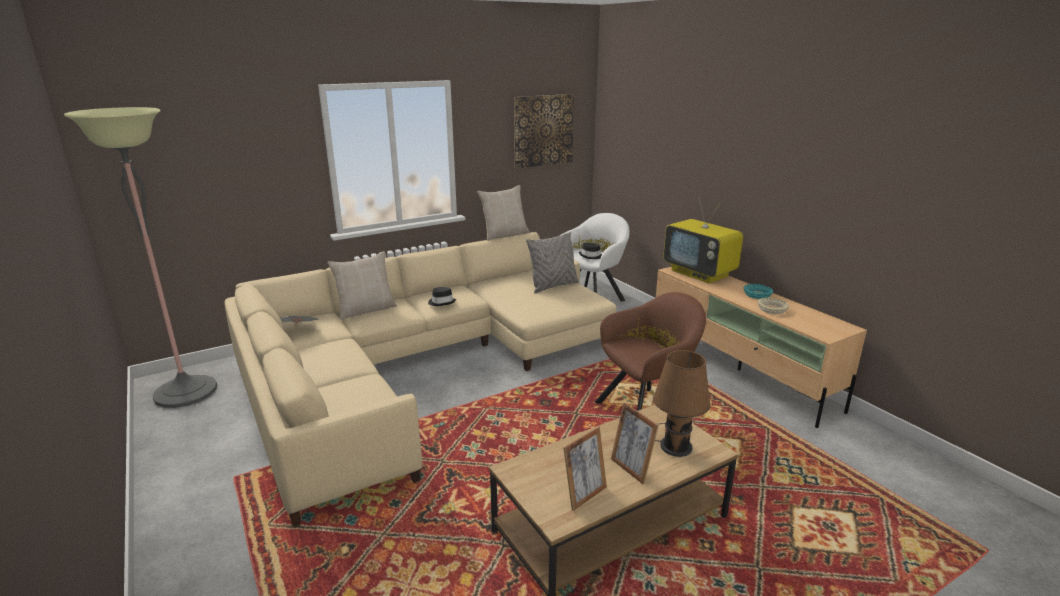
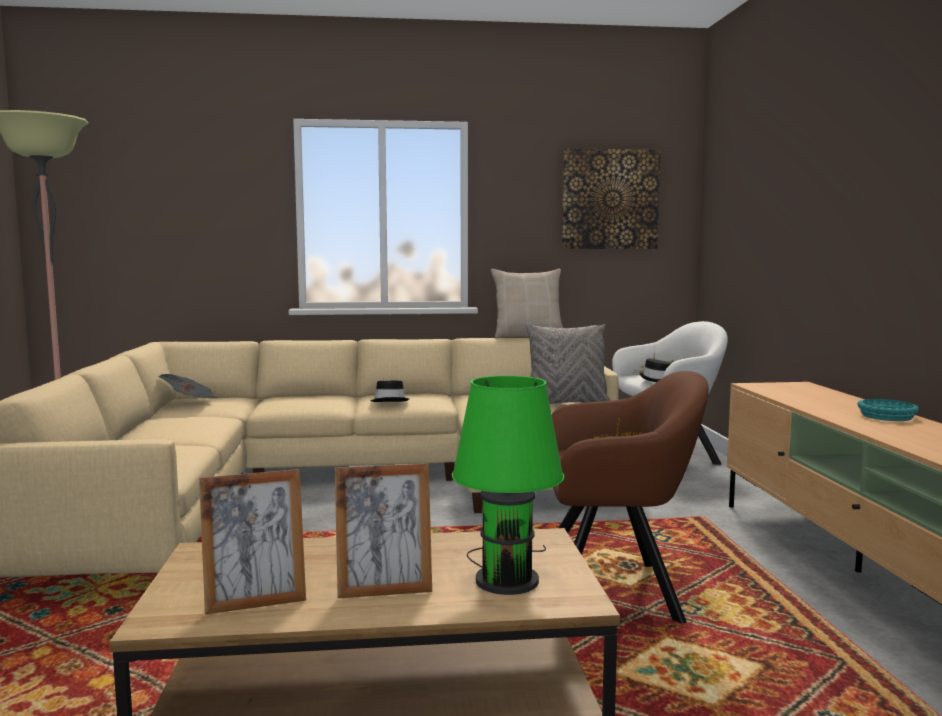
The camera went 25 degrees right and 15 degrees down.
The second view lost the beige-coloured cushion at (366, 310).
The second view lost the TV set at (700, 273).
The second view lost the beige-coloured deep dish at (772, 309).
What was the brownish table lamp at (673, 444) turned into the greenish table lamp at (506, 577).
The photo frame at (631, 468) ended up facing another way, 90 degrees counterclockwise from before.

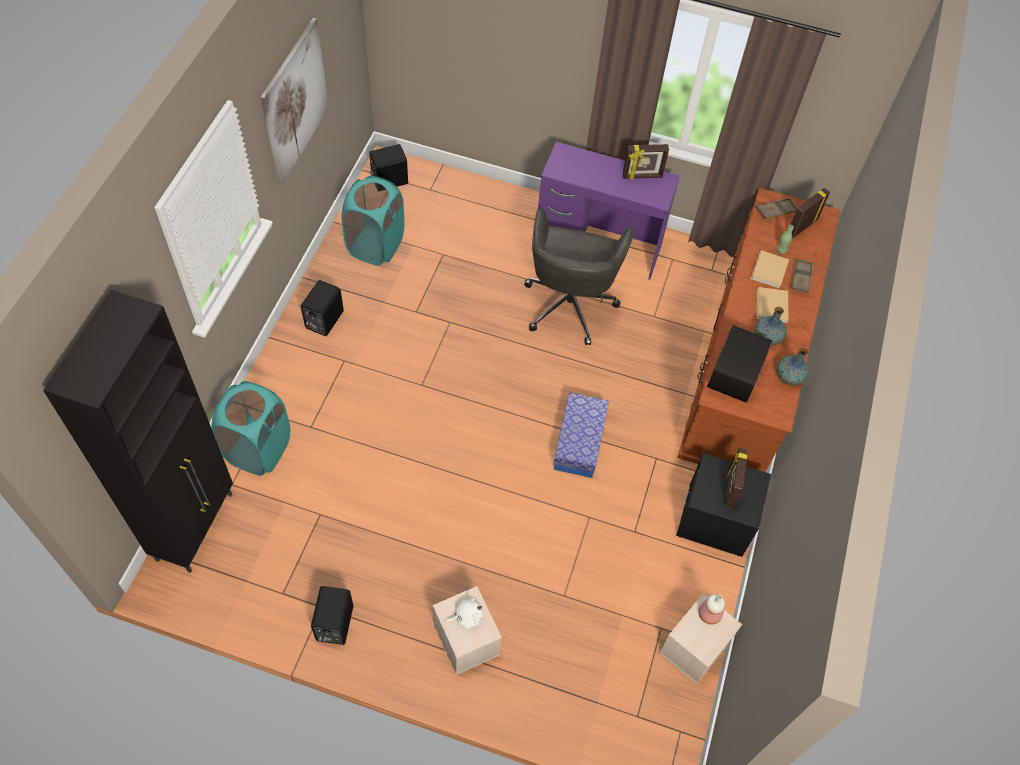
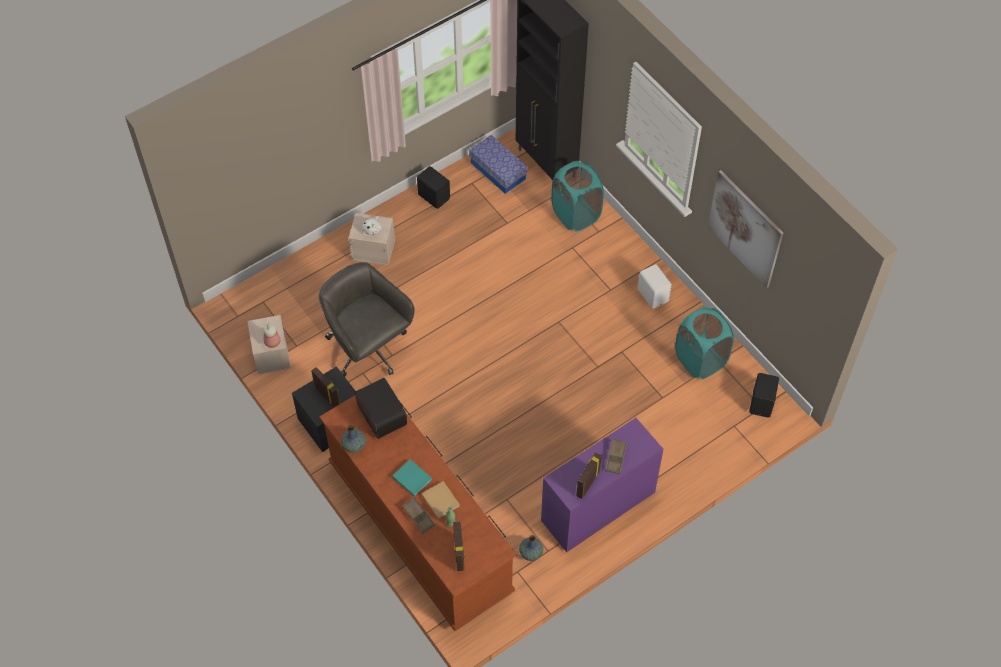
The camera went 130 degrees right and 0 degrees up.
The greyish computer chair ended up elsewhere, having gone from (570, 303) to (368, 349).
The storage box ended up elsewhere, having gone from (579, 442) to (498, 171).
The flower vase ended up elsewhere, having gone from (767, 338) to (530, 553).
The brownish serving tray ended up elsewhere, having gone from (776, 210) to (615, 458).
What was the blackish audio speaker at (323, 320) turned into the white-coloured audio speaker at (653, 295).
What was the beige-coloured volume at (771, 307) turned into the turquoise-coloured volume at (411, 477).

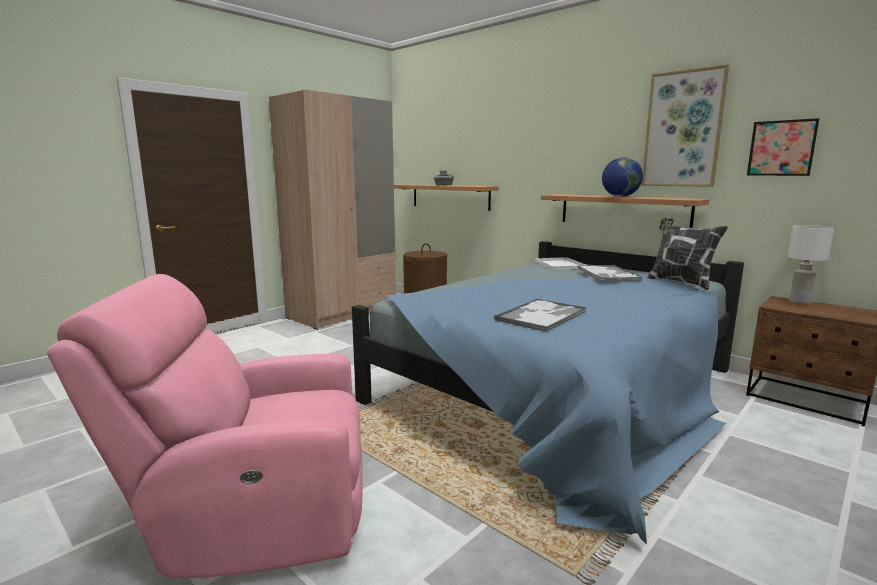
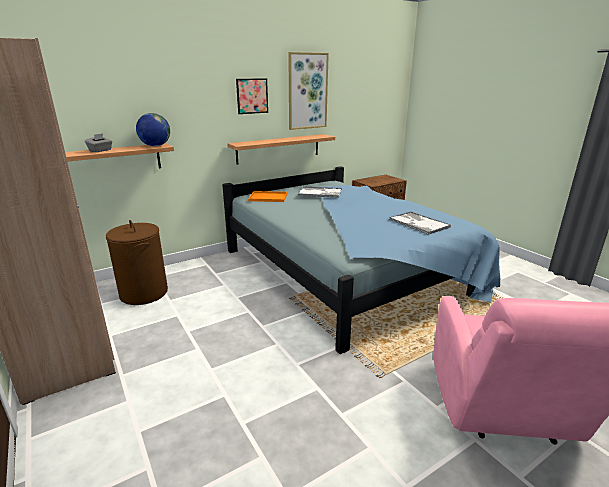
The camera went 75 degrees left and 10 degrees up.
The second view lost the cushion at (680, 283).
The second view lost the white-coloured table lamp at (800, 302).
The globe ended up elsewhere, having gone from (620, 196) to (155, 146).
The picture ended up elsewhere, having gone from (781, 148) to (252, 96).
What was the white-coloured serving tray at (558, 265) turned into the orange-coloured serving tray at (267, 197).

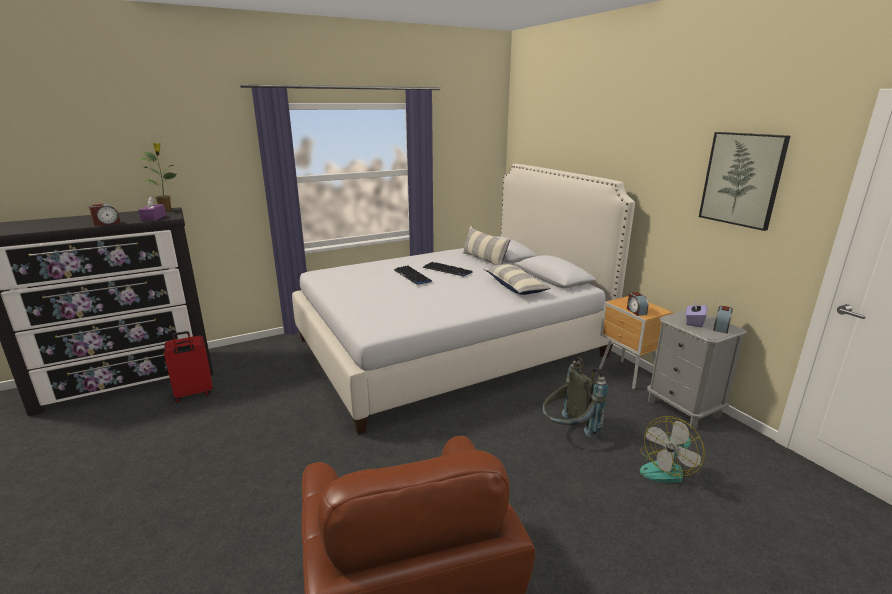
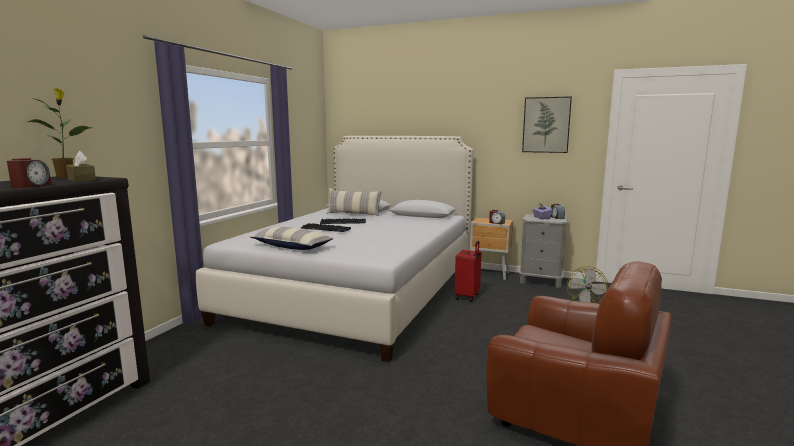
The camera went 40 degrees left and 10 degrees down.
The second view lost the greyish backpack at (568, 432).
The red-coloured piece of luggage ended up elsewhere, having gone from (194, 394) to (468, 296).
The cushion ended up elsewhere, having gone from (515, 286) to (292, 246).
What was the purplish box of tissues at (153, 218) turned into the brownish box of tissues at (81, 180).

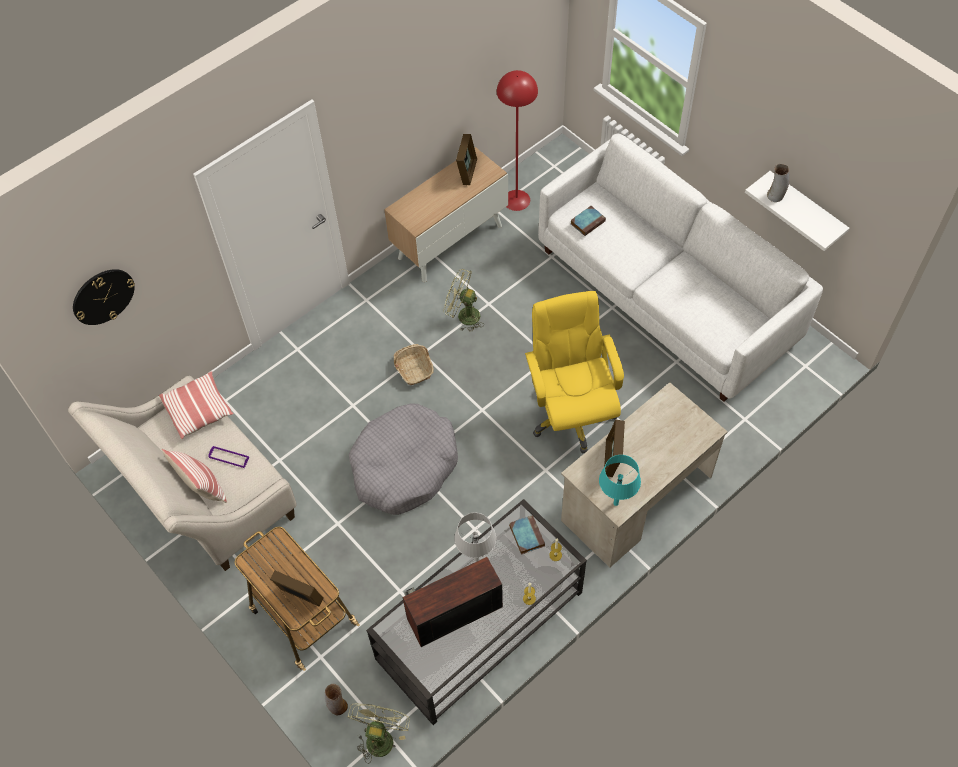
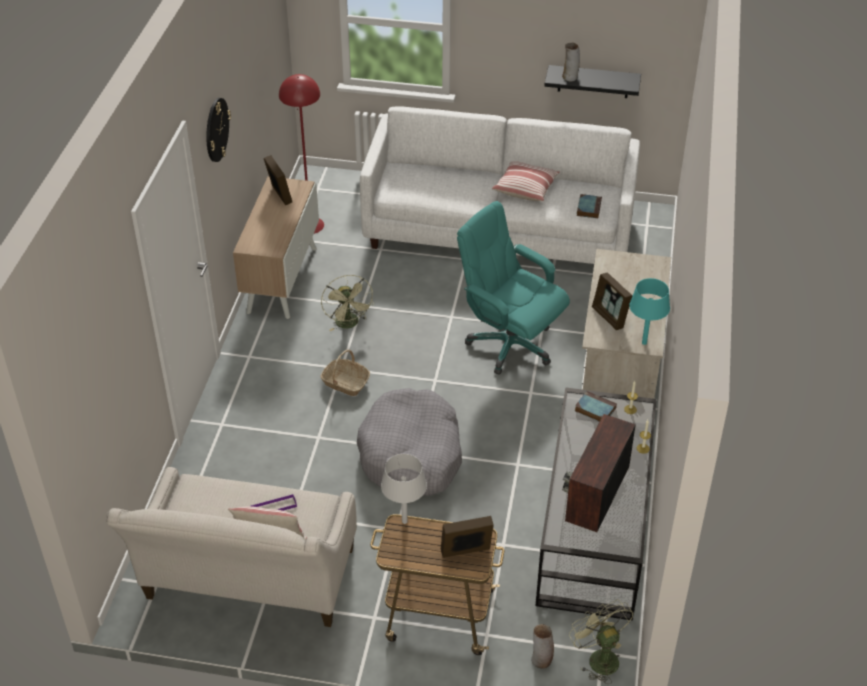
The camera went 40 degrees left and 15 degrees down.
The clock on the wall ended up elsewhere, having gone from (103, 296) to (216, 129).
The cushion ended up elsewhere, having gone from (199, 410) to (525, 188).
The greyish table lamp ended up elsewhere, having gone from (476, 559) to (404, 521).
The volume ended up elsewhere, having gone from (588, 222) to (588, 208).
What was the yellow computer chair at (571, 413) turned into the turquoise-coloured computer chair at (509, 344).
What was the white-coloured shelf at (805, 209) turned into the blackish shelf at (593, 81).
The greenish fan at (463, 316) ended up facing another way, 90 degrees counterclockwise from before.

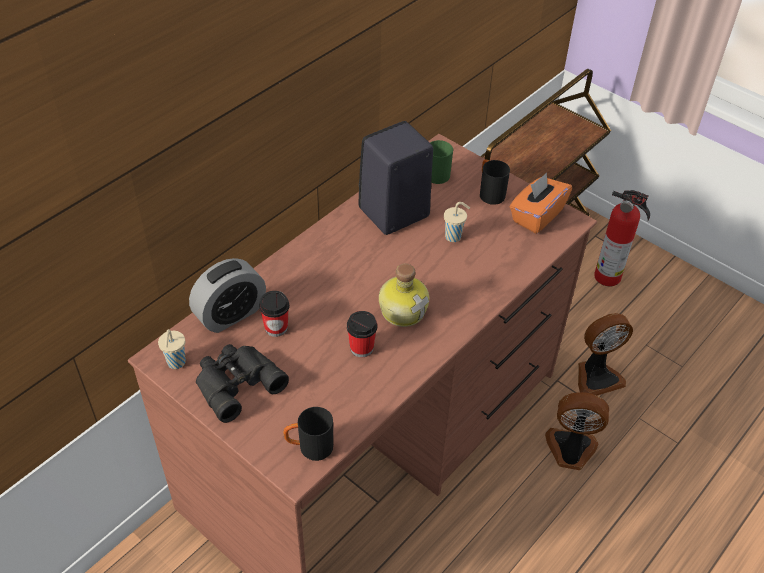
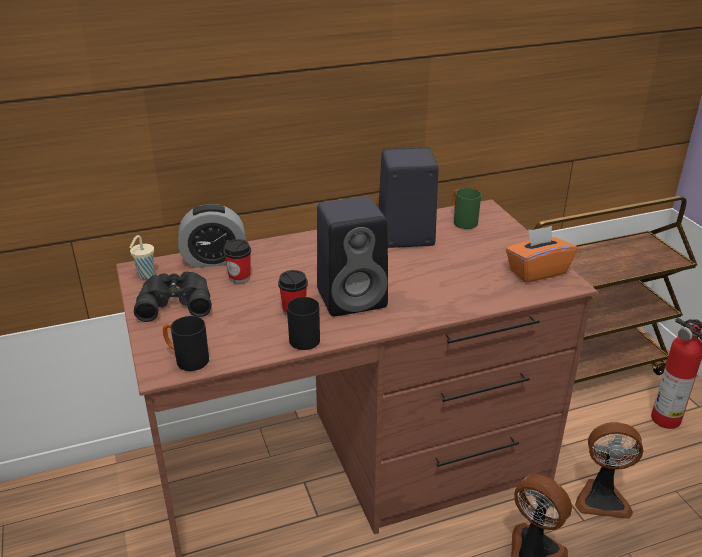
The camera went 30 degrees right and 15 degrees down.
The second view lost the beige-coloured cup at (454, 237).
The blackish tea mug ended up elsewhere, having gone from (489, 193) to (305, 337).
Where the beverage bottle stood at (403, 309), the blackish audio speaker came to stand at (353, 297).

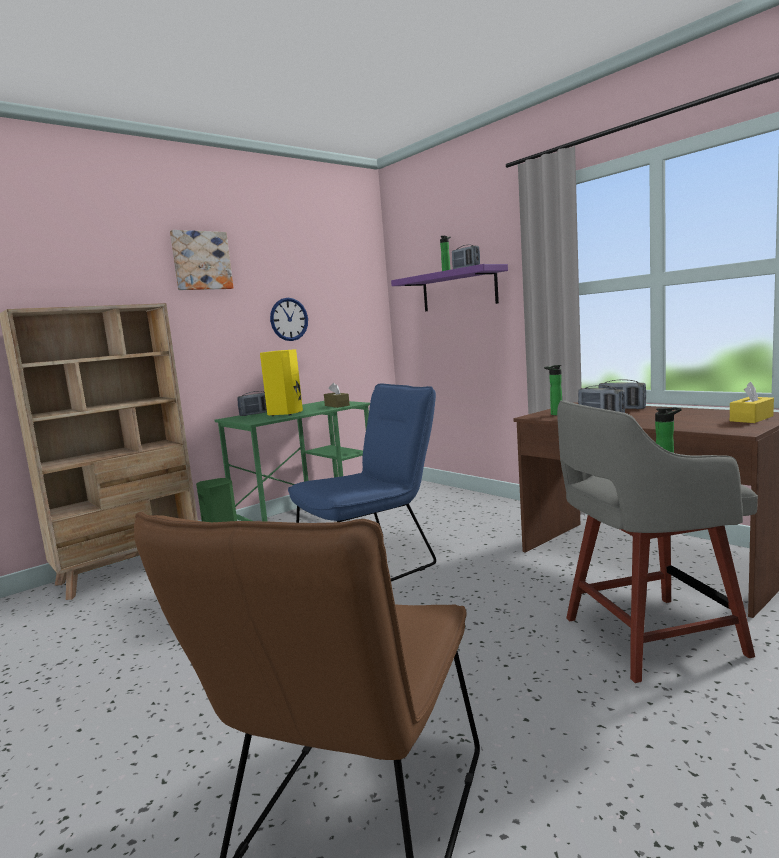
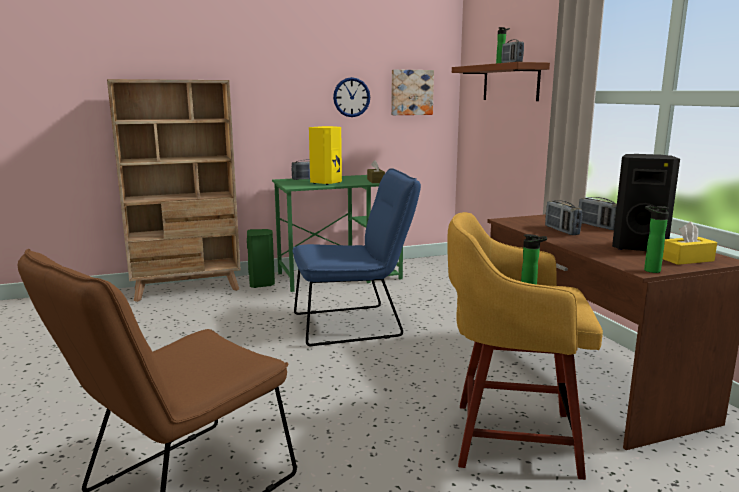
The camera went 20 degrees right and 5 degrees up.
The second view gained the blackish audio speaker at (638, 247).
The picture ended up elsewhere, having gone from (201, 261) to (411, 92).
The beverage bottle ended up elsewhere, having gone from (554, 414) to (649, 270).
What was the purplish shelf at (458, 290) turned into the brownish shelf at (510, 82).
What was the greyish stool seat at (646, 637) turned into the yellow stool seat at (510, 437).

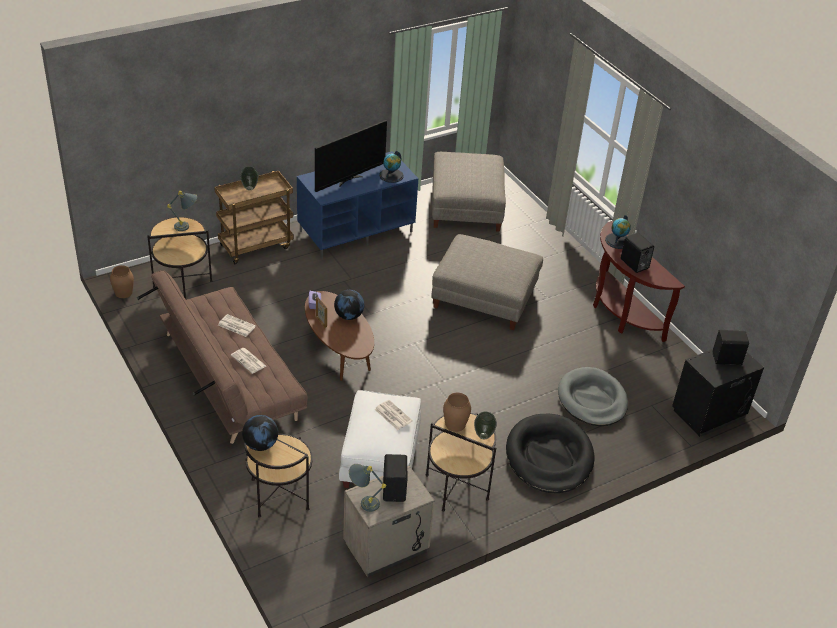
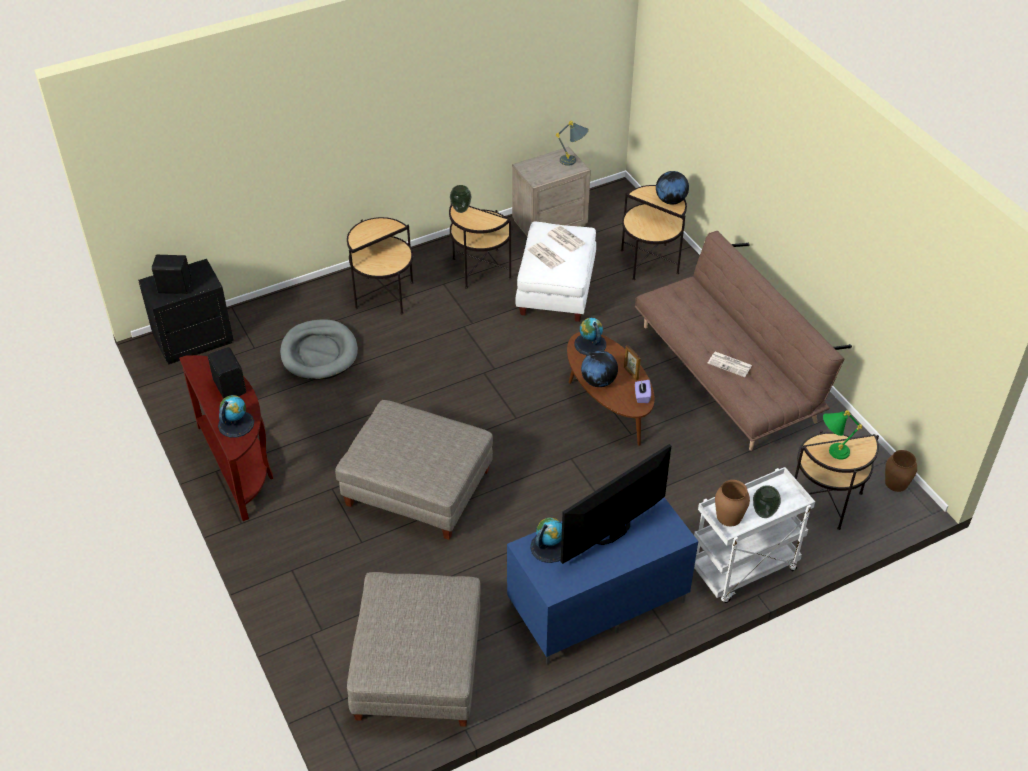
The camera went 175 degrees left and 5 degrees up.
The second view lost the blackish audio speaker at (395, 489).
The second view gained the globe at (590, 344).
The newspaper ended up elsewhere, having gone from (249, 361) to (565, 239).
The brownish flower vase ended up elsewhere, having gone from (455, 424) to (728, 516).
Where the blackish dog cushion stood at (549, 457), the side table came to stand at (384, 295).
What was the greyish table lamp at (187, 226) turned into the greenish table lamp at (831, 452).
What was the brownish trolley at (256, 245) turned into the white-coloured trolley at (743, 570).

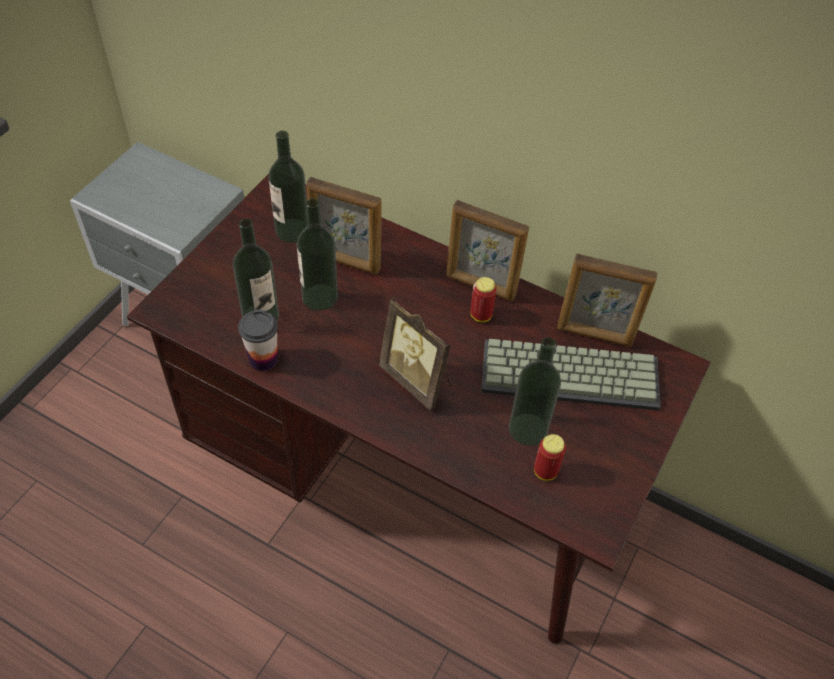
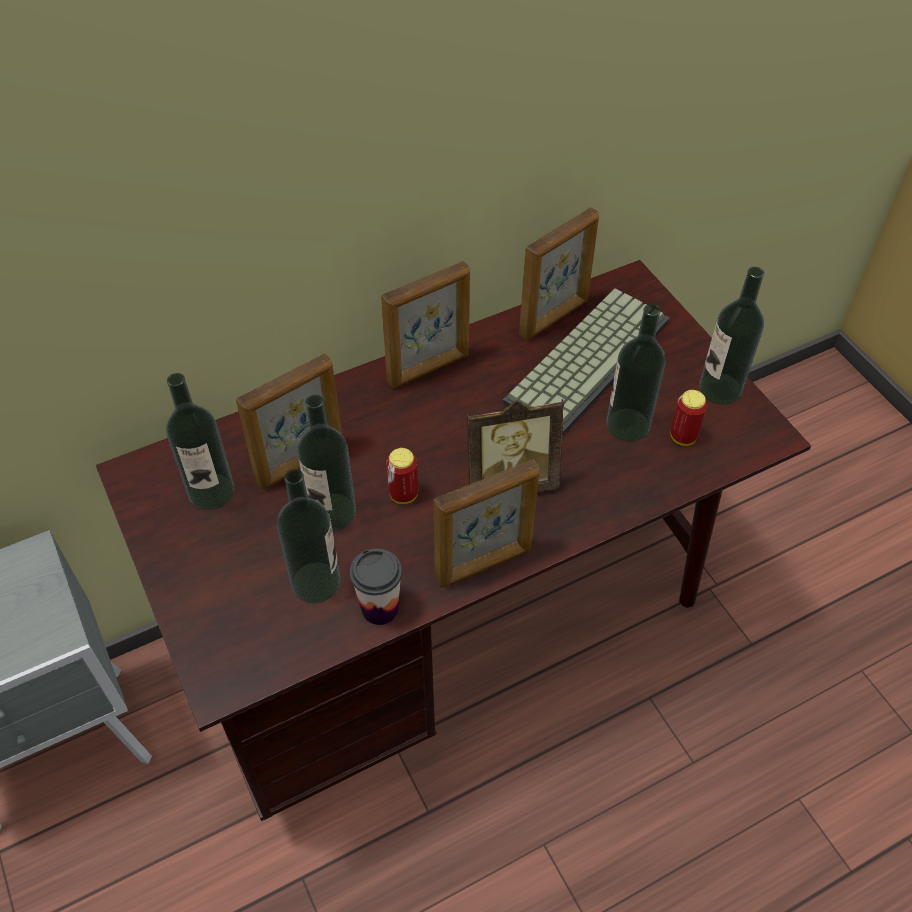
The camera went 55 degrees left and 0 degrees up.
The second view gained the photo frame at (484, 564).
The second view gained the beverage bottle at (720, 388).
The can ended up elsewhere, having gone from (481, 315) to (403, 494).

